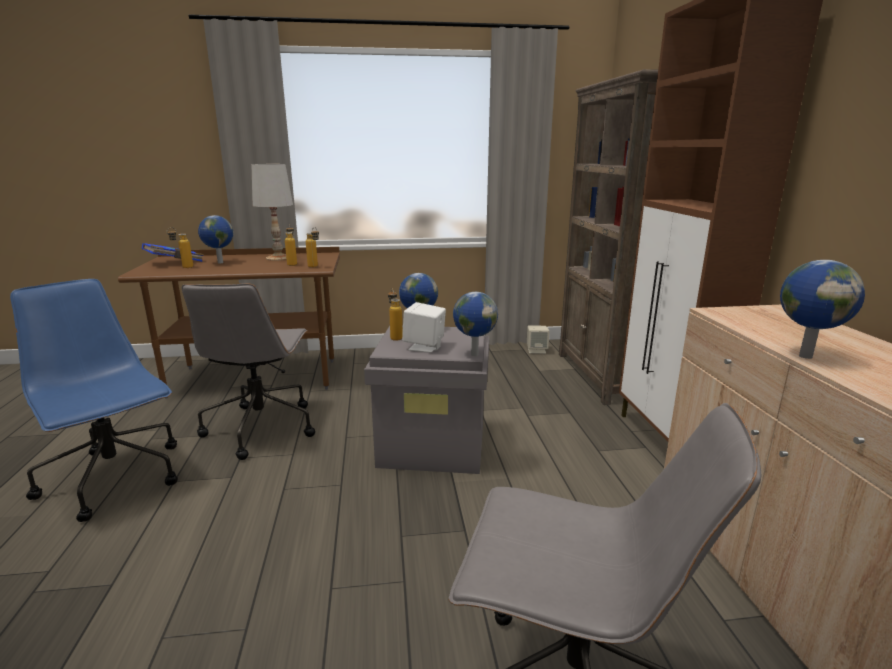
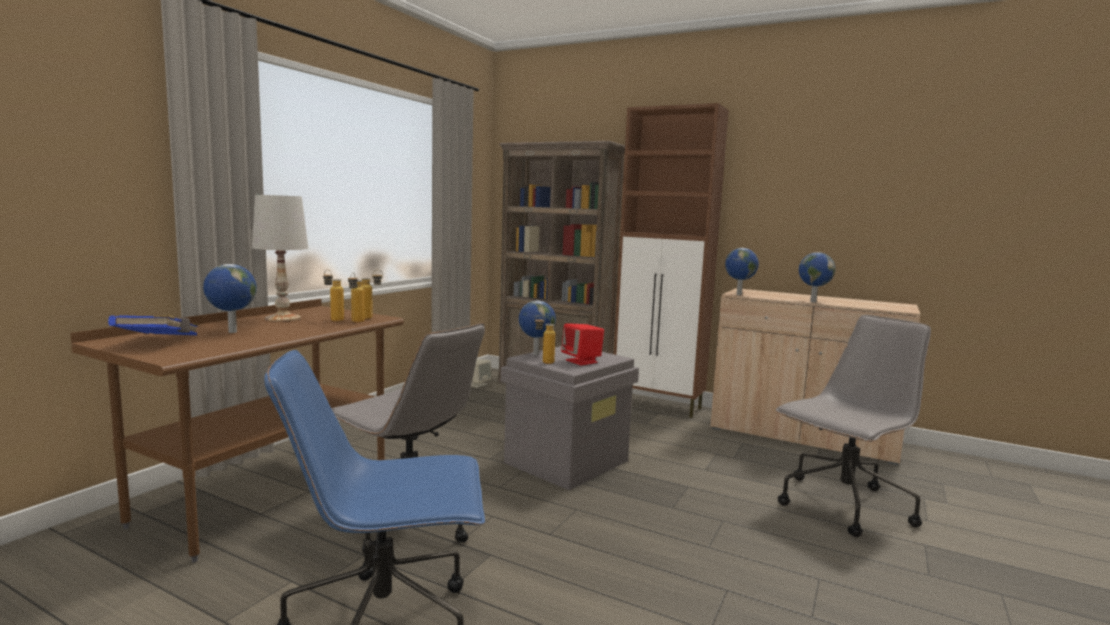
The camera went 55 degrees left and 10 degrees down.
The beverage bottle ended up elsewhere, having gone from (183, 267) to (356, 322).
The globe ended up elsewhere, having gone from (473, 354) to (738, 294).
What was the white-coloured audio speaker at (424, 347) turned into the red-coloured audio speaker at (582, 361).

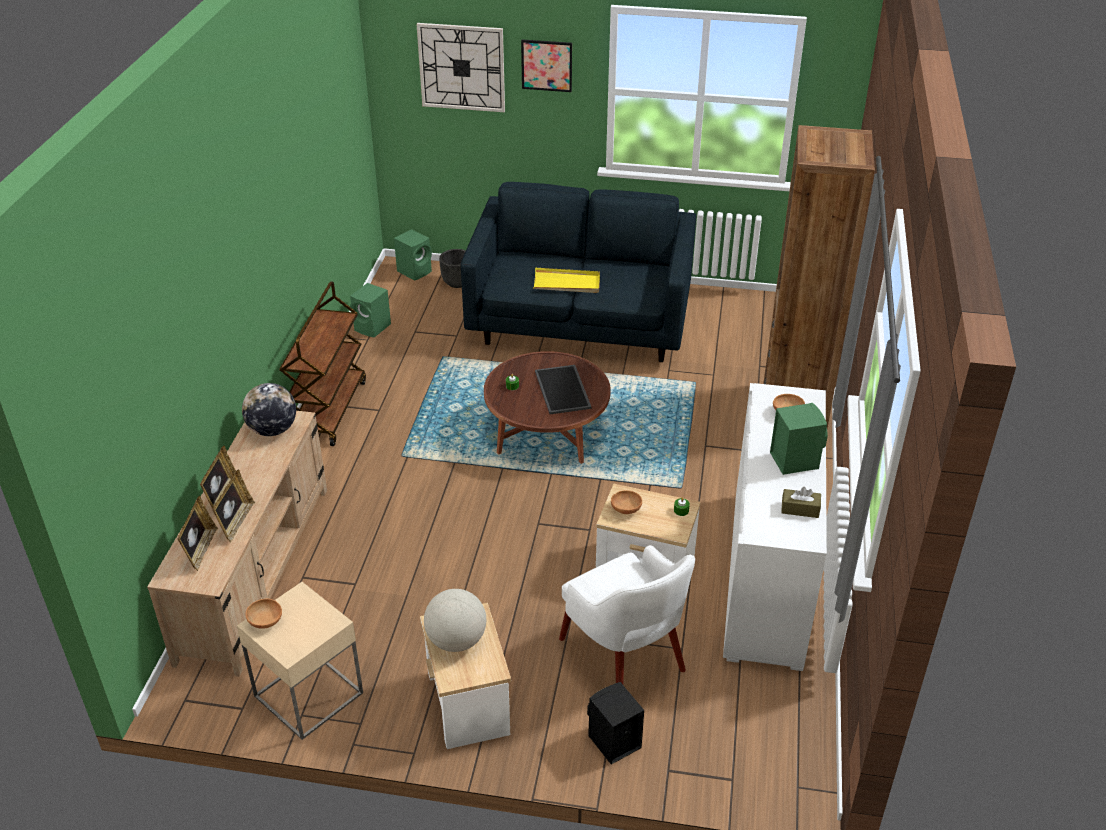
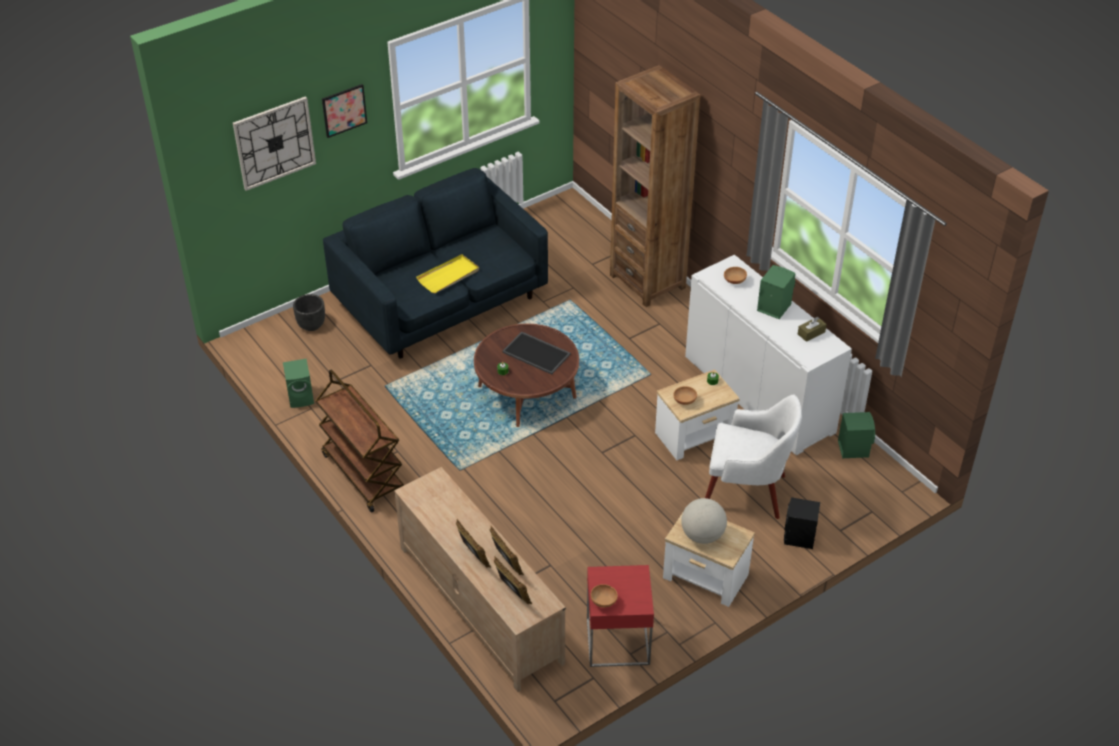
The camera went 45 degrees left and 5 degrees up.
The second view lost the globe at (273, 430).
The greenish audio speaker ended up elsewhere, having gone from (415, 271) to (853, 448).
What was the beige-coloured side table at (308, 694) turned into the red-coloured side table at (617, 641).

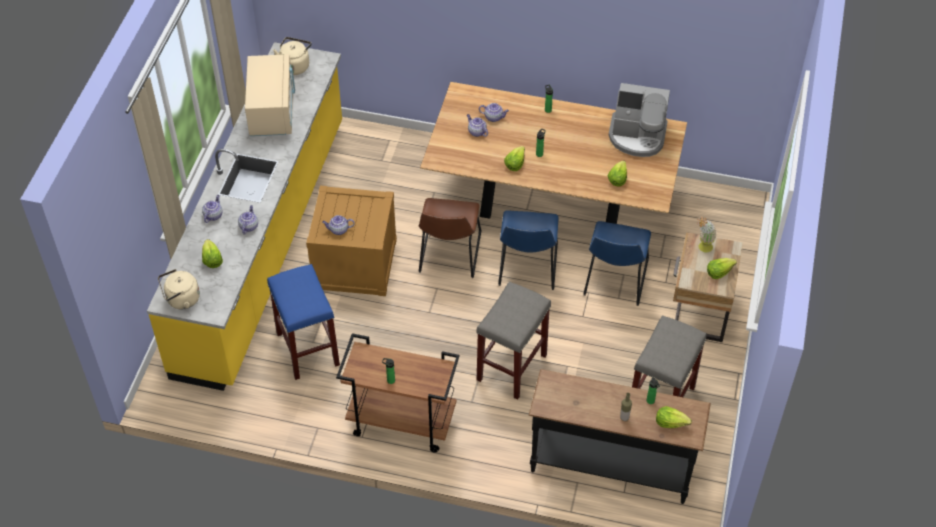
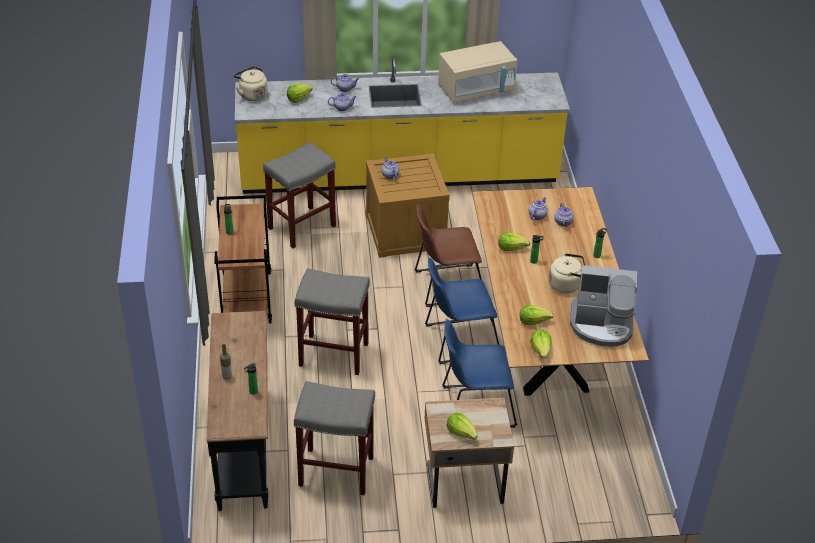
The camera went 70 degrees right and 10 degrees down.
The second view lost the potted plant at (702, 248).
The beige-coloured kettle ended up elsewhere, having gone from (295, 65) to (566, 285).
The lettuce head ended up elsewhere, having gone from (671, 422) to (541, 350).
What was the blue stool seat at (307, 348) turned into the greyish stool seat at (302, 226).
The coffee brewer at (637, 136) ended up facing another way, 75 degrees counterclockwise from before.

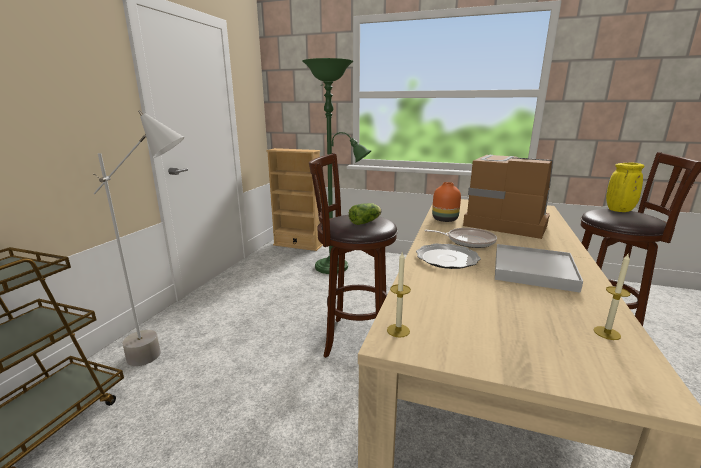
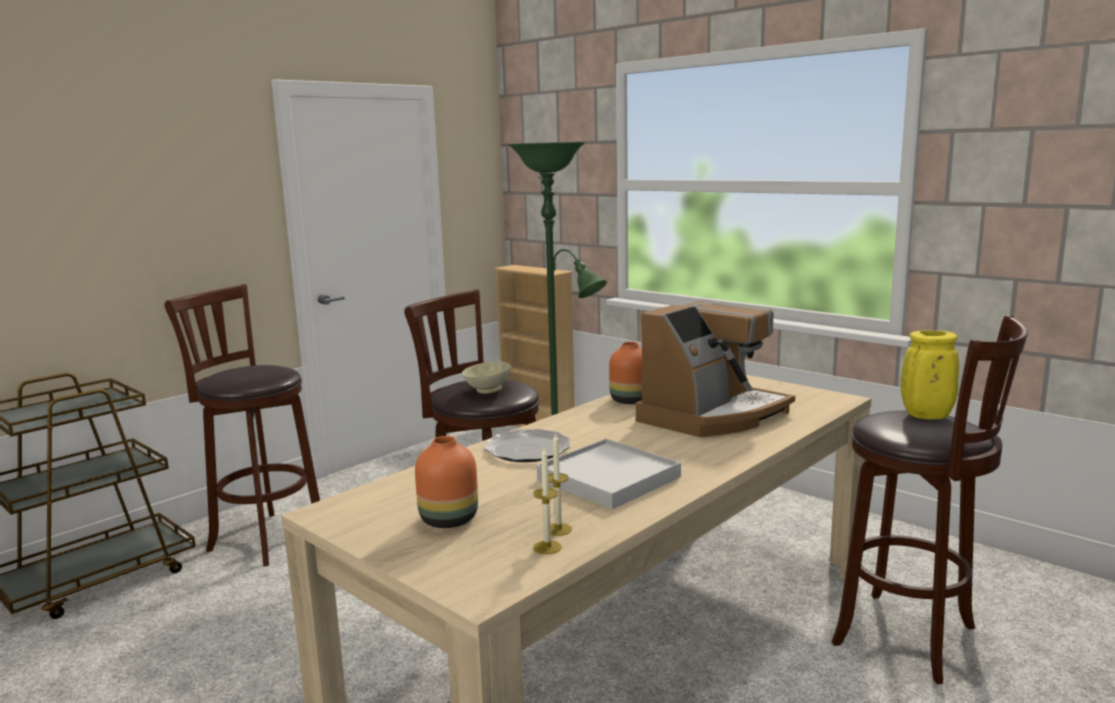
The camera went 25 degrees right and 5 degrees down.
The second view lost the skillet at (468, 241).
The second view gained the orange-coloured flower vase at (449, 520).
The wax light ended up elsewhere, having gone from (398, 330) to (558, 529).
Where the greyish floor lamp stood at (170, 354), the brownish stool seat came to stand at (264, 537).
Where the lettuce head stood at (366, 222), the beige-coloured deep dish came to stand at (487, 390).
The coffee brewer at (505, 223) ended up facing another way, 75 degrees clockwise from before.

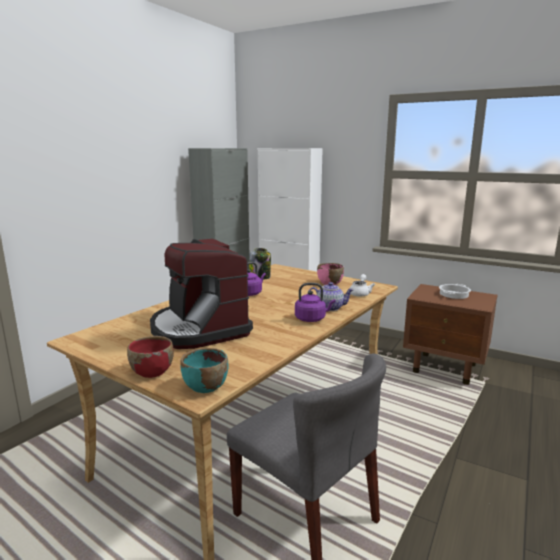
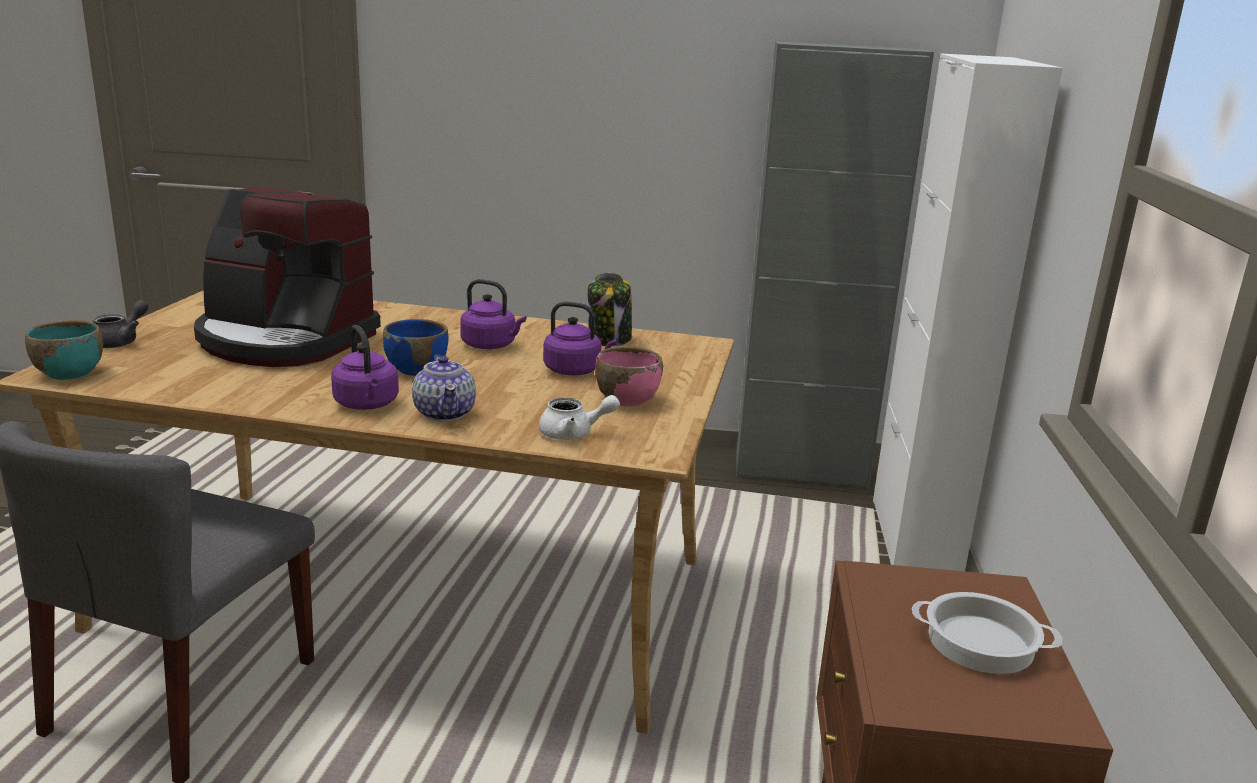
The camera went 65 degrees right and 5 degrees up.
The second view gained the blue deep dish at (417, 369).
The second view gained the purplish kettle at (575, 371).
Where the red-coloured deep dish stood at (152, 371), the greyish teapot came to stand at (120, 341).
The coffee brewer at (199, 329) ended up facing another way, 105 degrees counterclockwise from before.

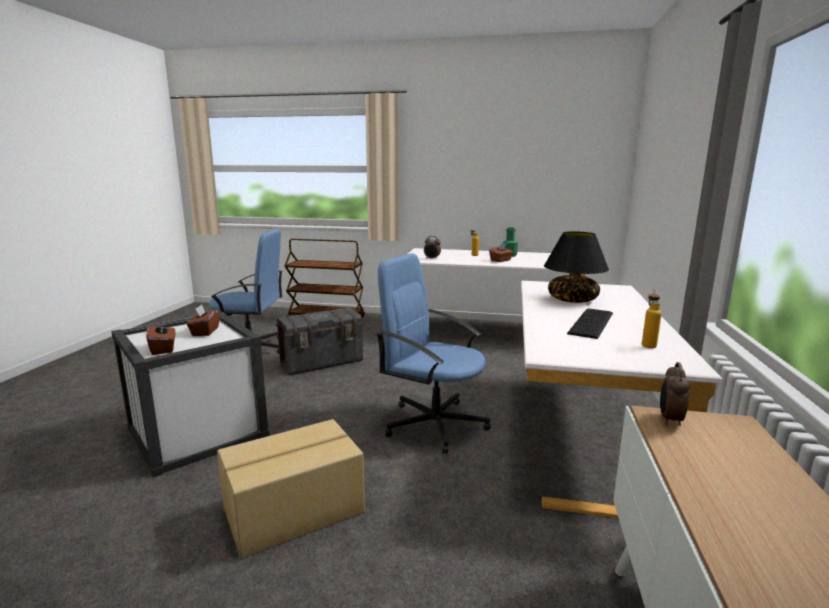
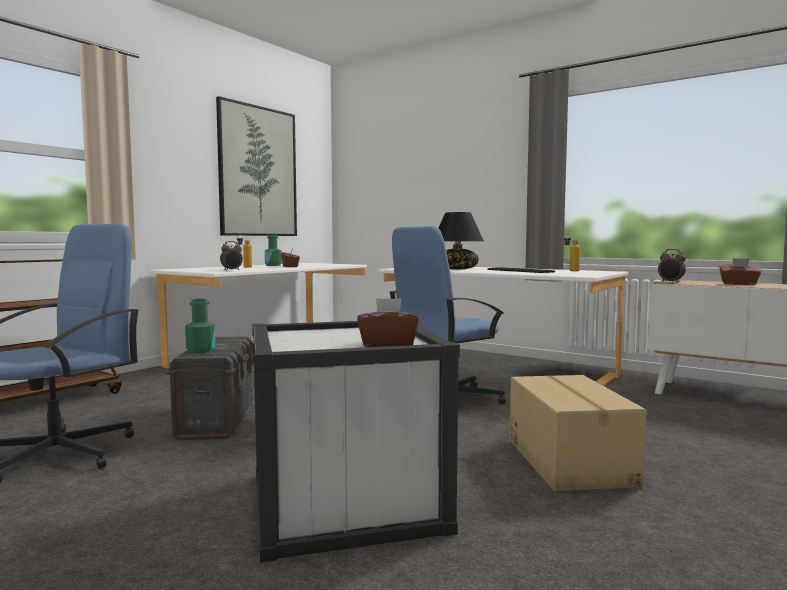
The camera went 65 degrees left and 10 degrees down.
The second view gained the greenish beverage bottle at (200, 350).
The second view gained the picture at (258, 171).
The brownish box of tissues ended up elsewhere, having gone from (205, 331) to (739, 284).

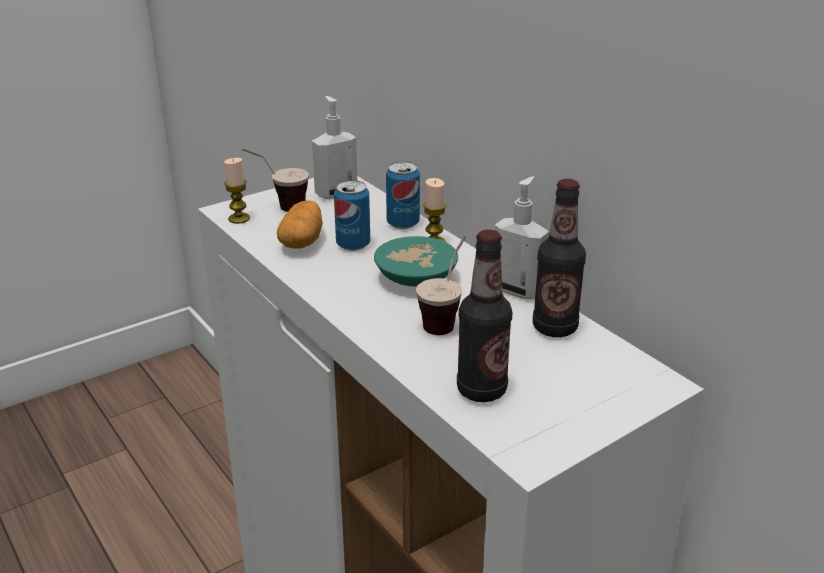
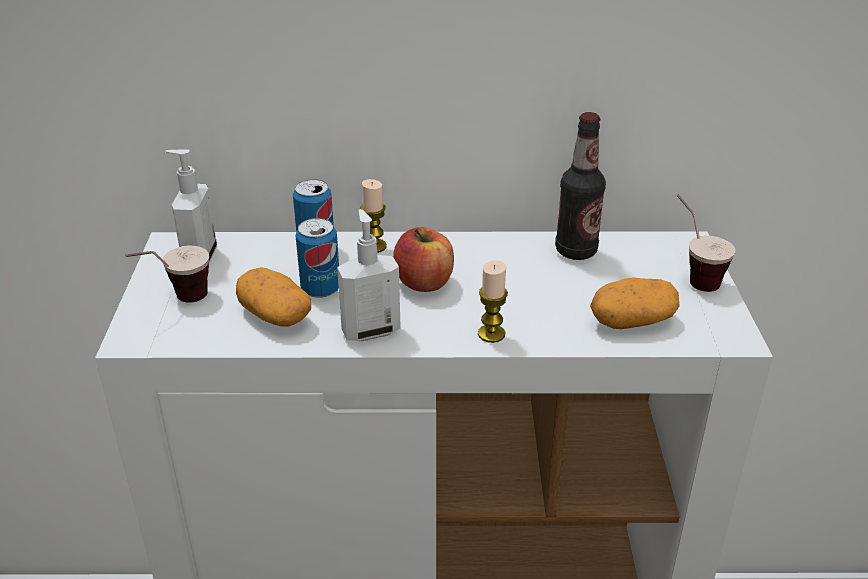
The camera went 55 degrees left and 5 degrees up.
The wax light ended up elsewhere, having gone from (239, 219) to (491, 334).
The cup ended up elsewhere, having gone from (446, 319) to (692, 275).
The soap bottle ended up elsewhere, having gone from (518, 290) to (370, 331).
Where the turquoise-coloured deep dish stood at (412, 278), the whole apple came to stand at (424, 282).
Where the beverage bottle stood at (481, 390), the spud came to stand at (632, 321).

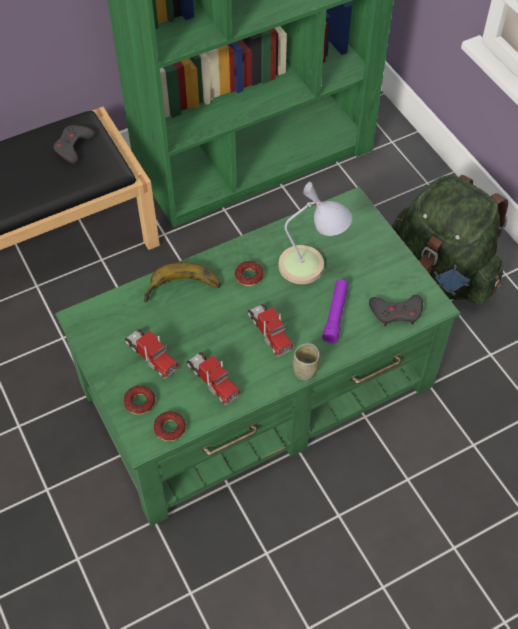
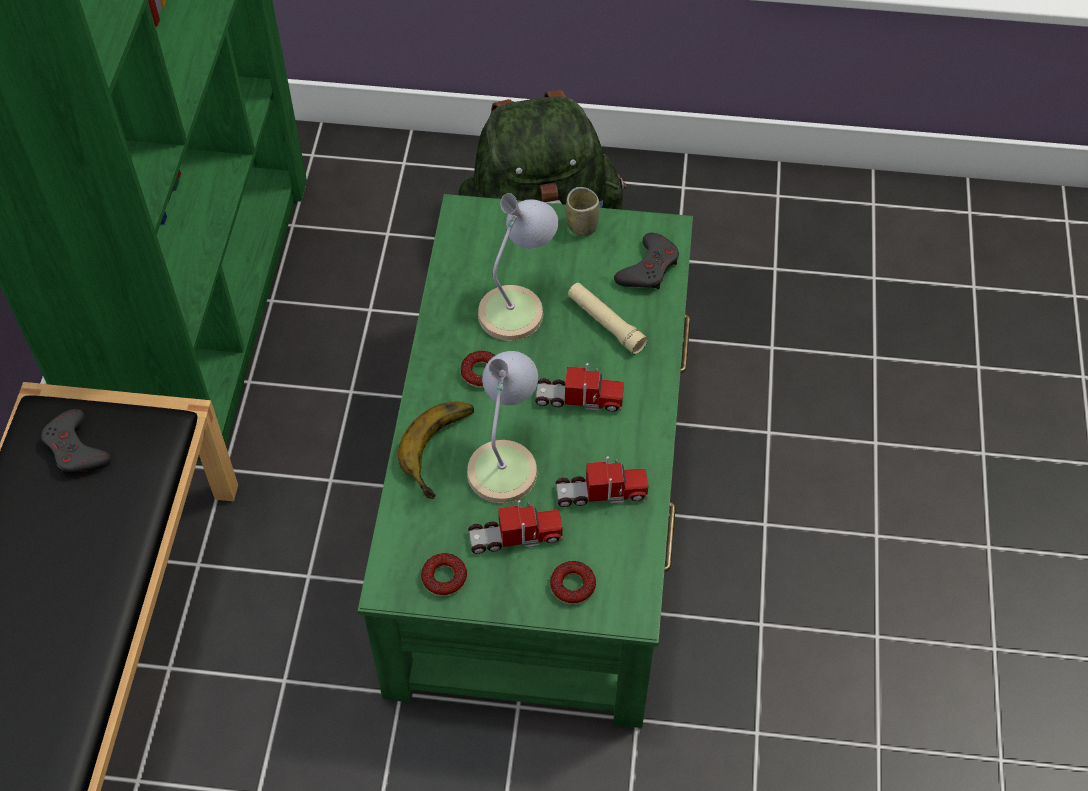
The camera went 55 degrees left and 0 degrees up.
The second view gained the table lamp at (506, 459).
The ring doughnut ended up elsewhere, having gone from (170, 428) to (444, 577).
The cup ended up elsewhere, having gone from (305, 370) to (582, 225).
What was the purplish hand torch at (335, 314) turned into the beige-coloured hand torch at (606, 323).

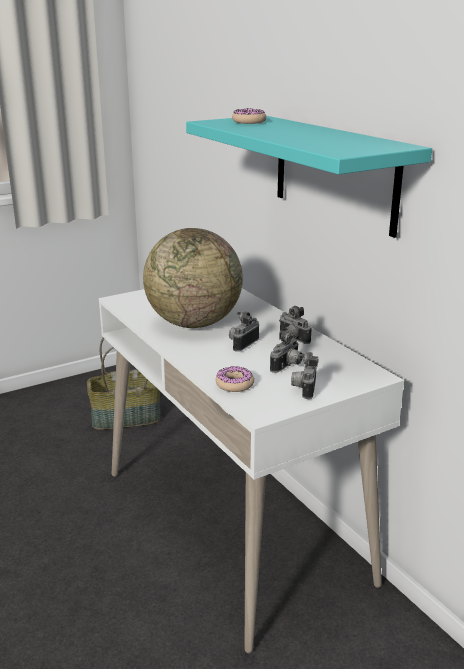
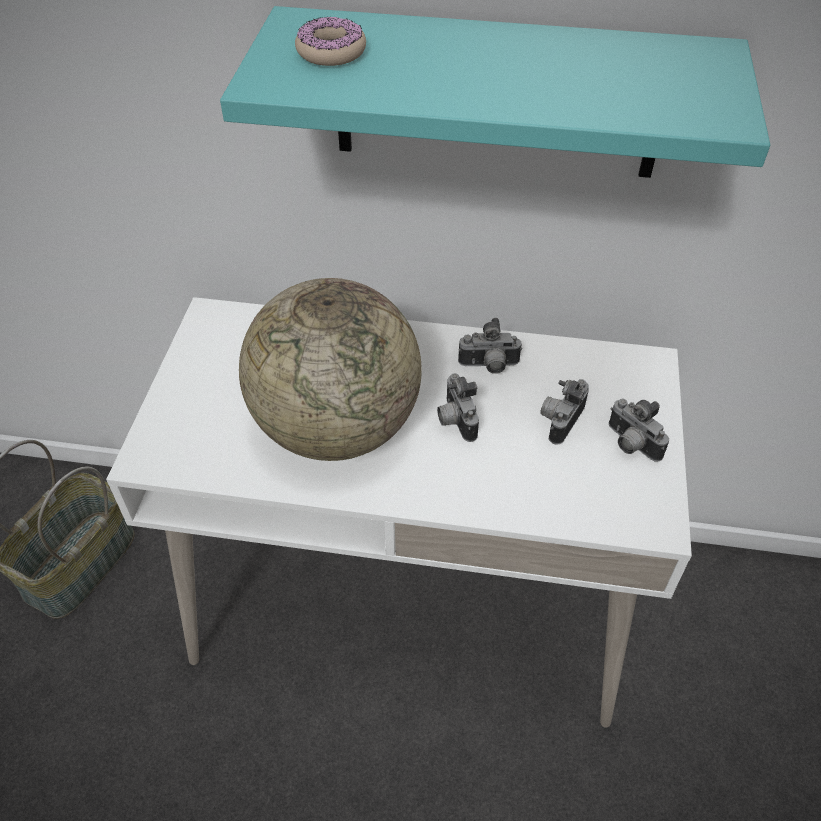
The camera went 50 degrees left and 25 degrees up.
The second view lost the ring doughnut at (234, 384).
The photo camera at (287, 367) ended up facing another way, 135 degrees counterclockwise from before.

